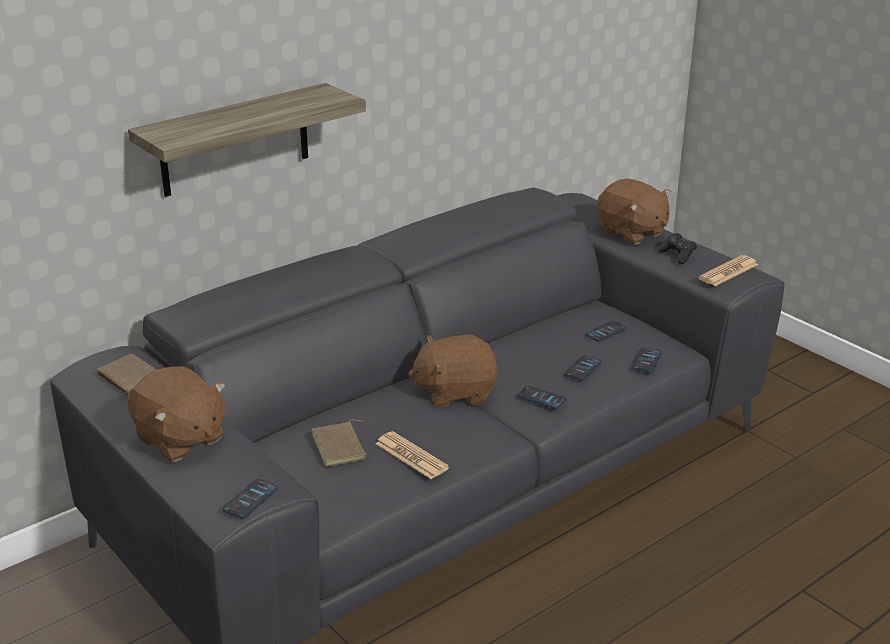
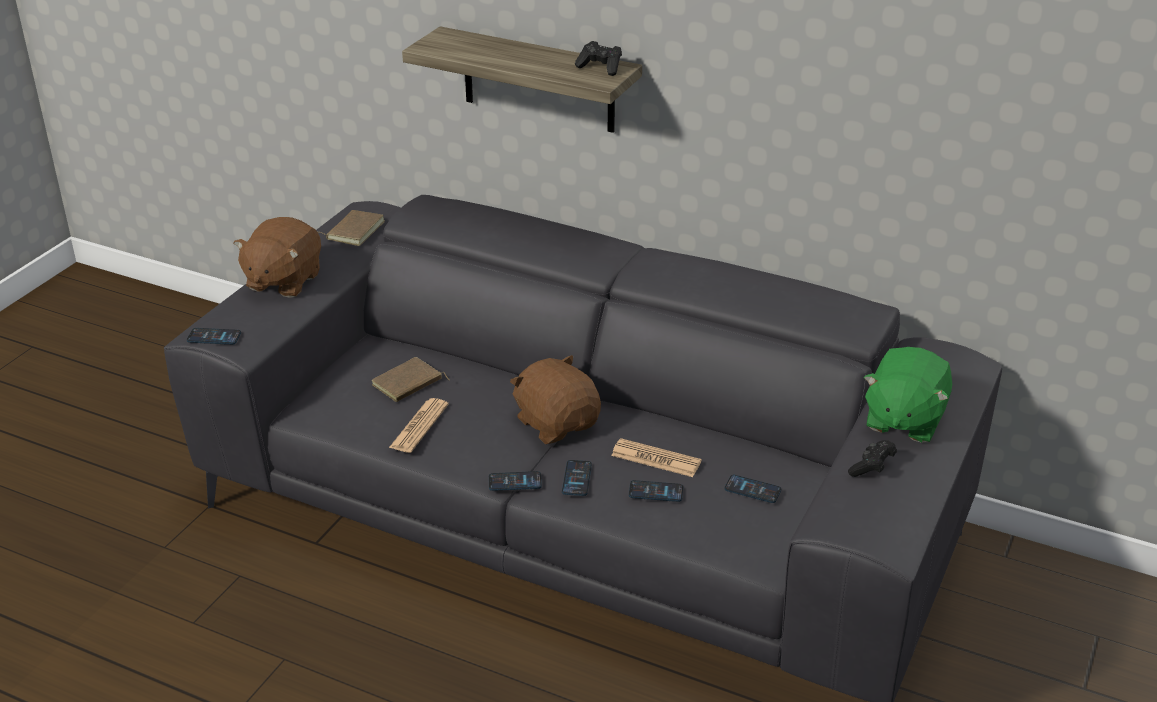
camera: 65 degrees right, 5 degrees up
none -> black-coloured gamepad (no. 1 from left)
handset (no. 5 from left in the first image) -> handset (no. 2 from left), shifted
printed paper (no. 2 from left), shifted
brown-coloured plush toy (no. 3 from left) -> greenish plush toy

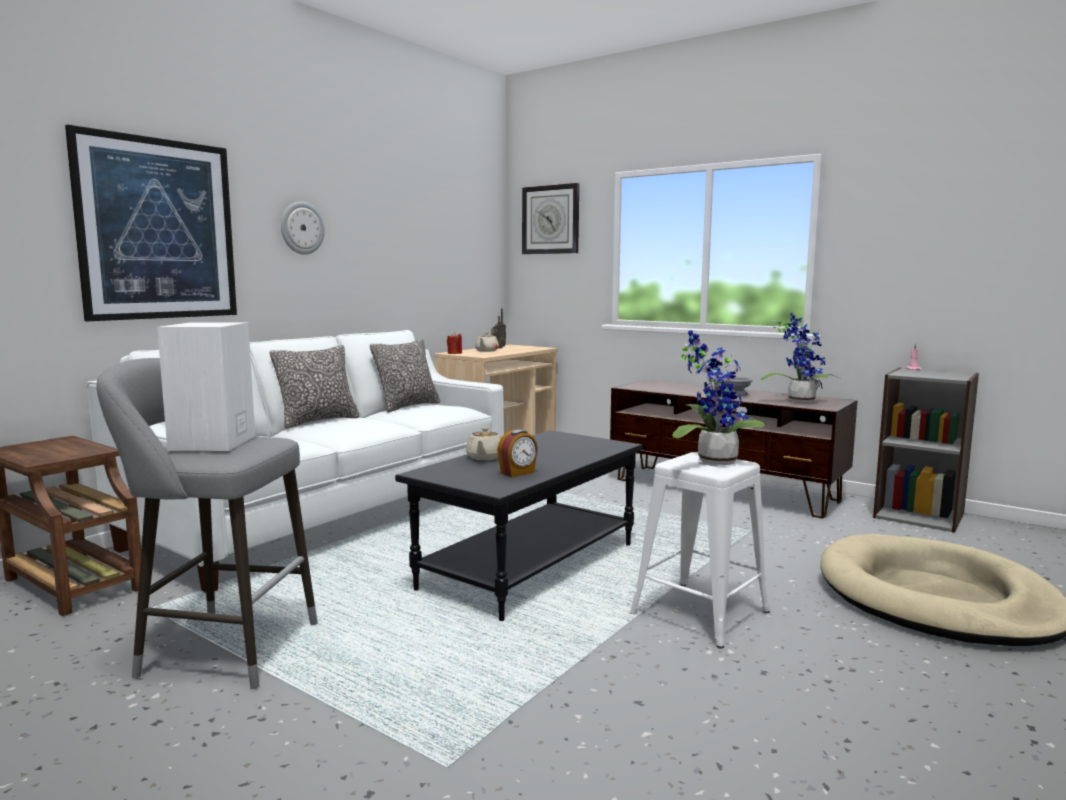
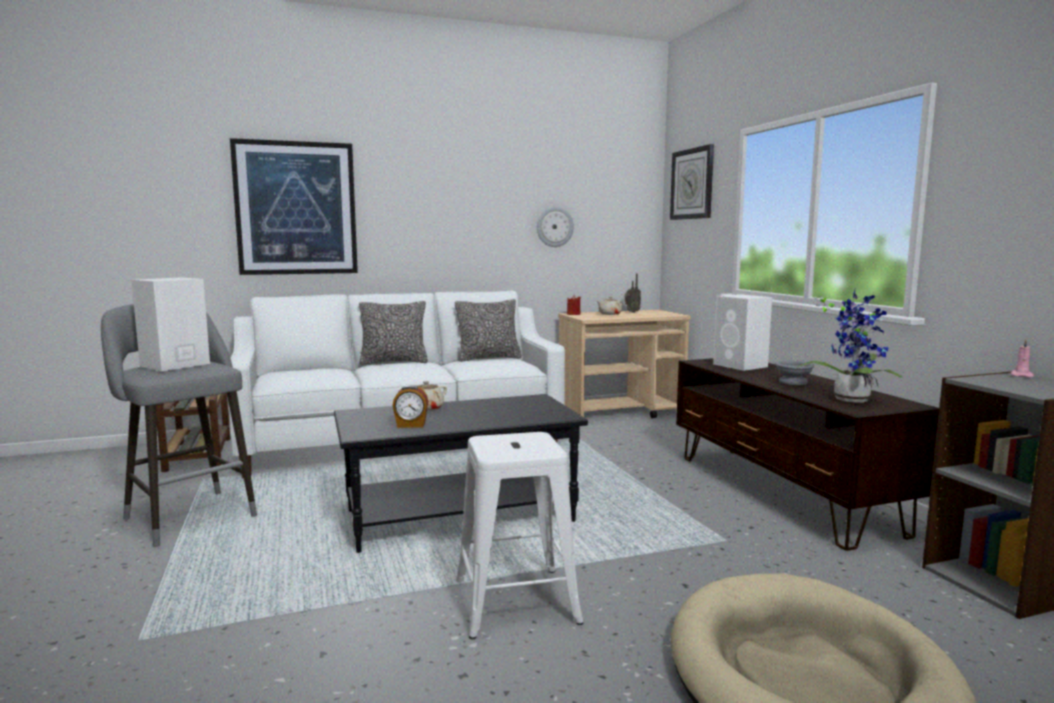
camera: 35 degrees right, 0 degrees up
potted plant (no. 1 from left) -> none
none -> whitish loudspeaker (no. 2 from left)
clock on the wall (no. 1 from left), shifted

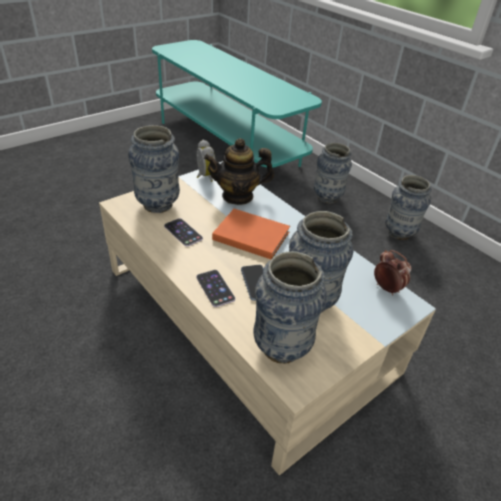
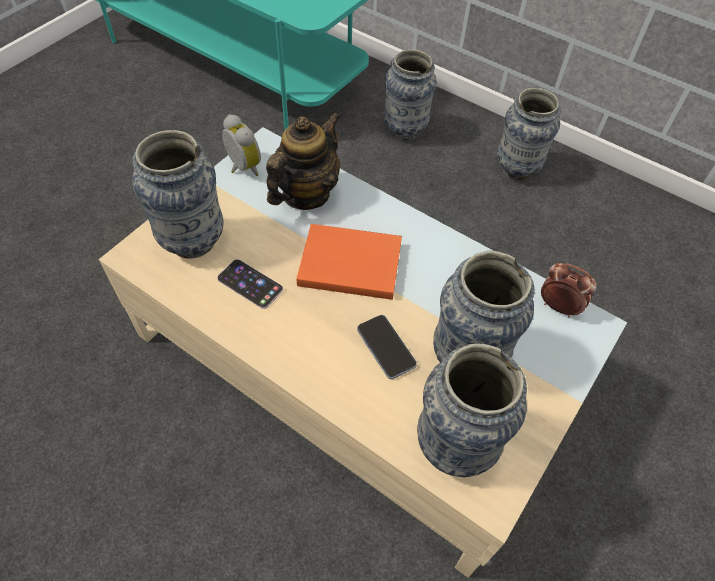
camera: 15 degrees left, 15 degrees up
handset (no. 2 from left) -> none
teapot, 150 degrees clockwise

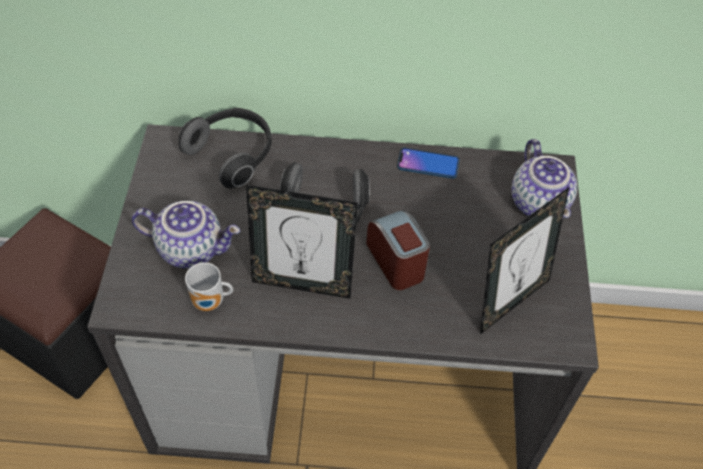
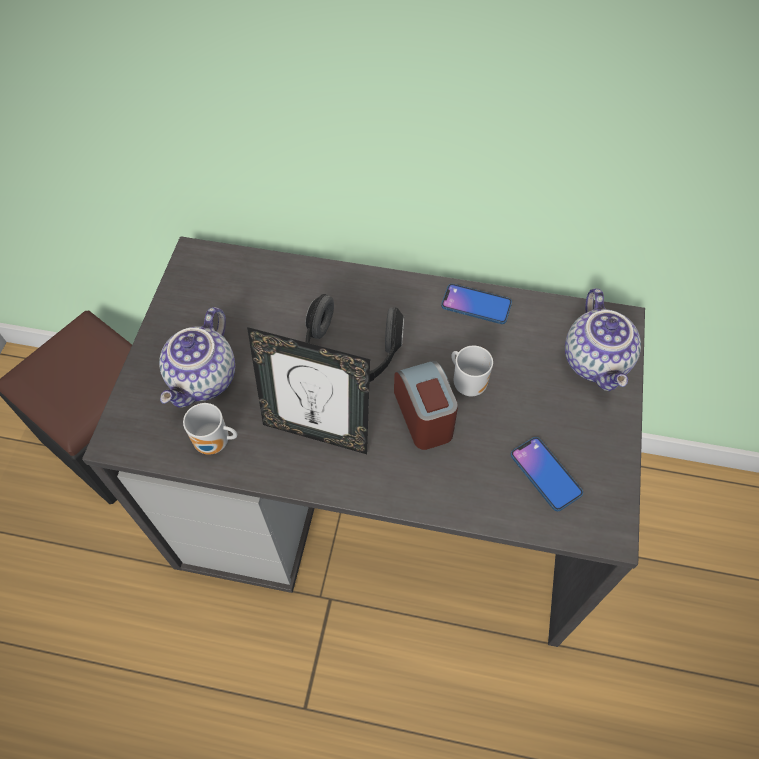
camera: 10 degrees right, 5 degrees up
pair of headphones (no. 1 from left) -> none
none -> coffee mug (no. 2 from left)
photo frame (no. 2 from left) -> handset (no. 2 from left)
teapot (no. 1 from left), 90 degrees clockwise

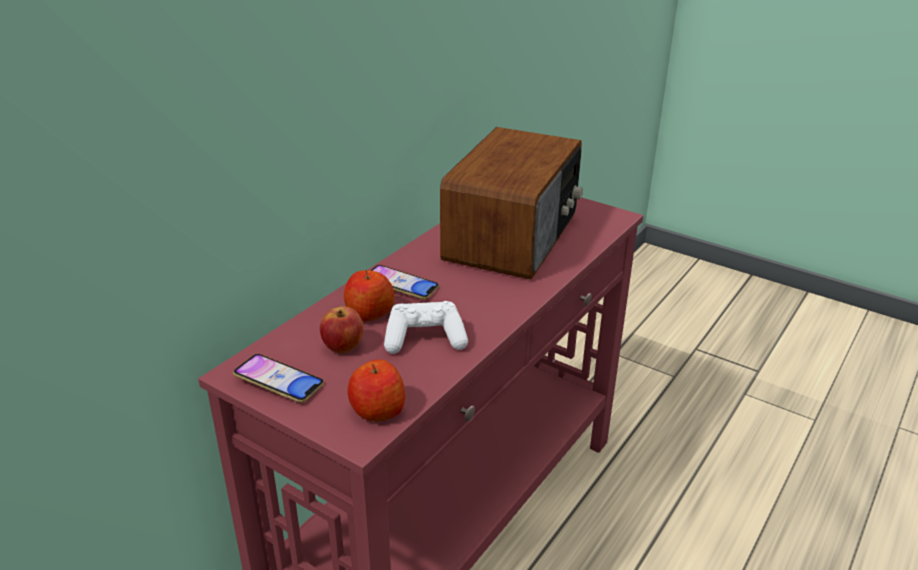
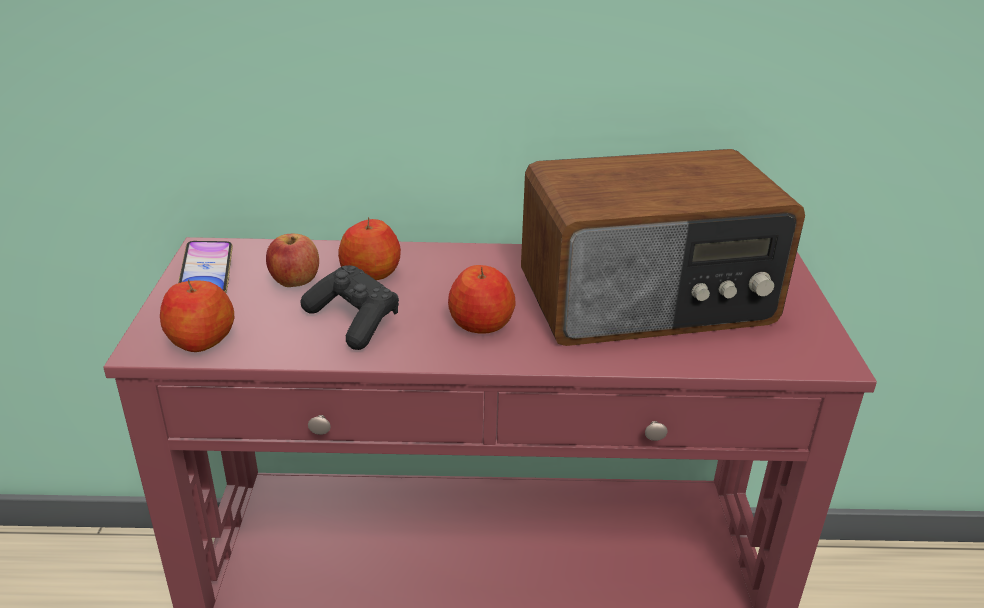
camera: 55 degrees right, 0 degrees up
handset (no. 2 from left) -> none
none -> apple (no. 4 from left)
whitish gamepad -> black-coloured gamepad

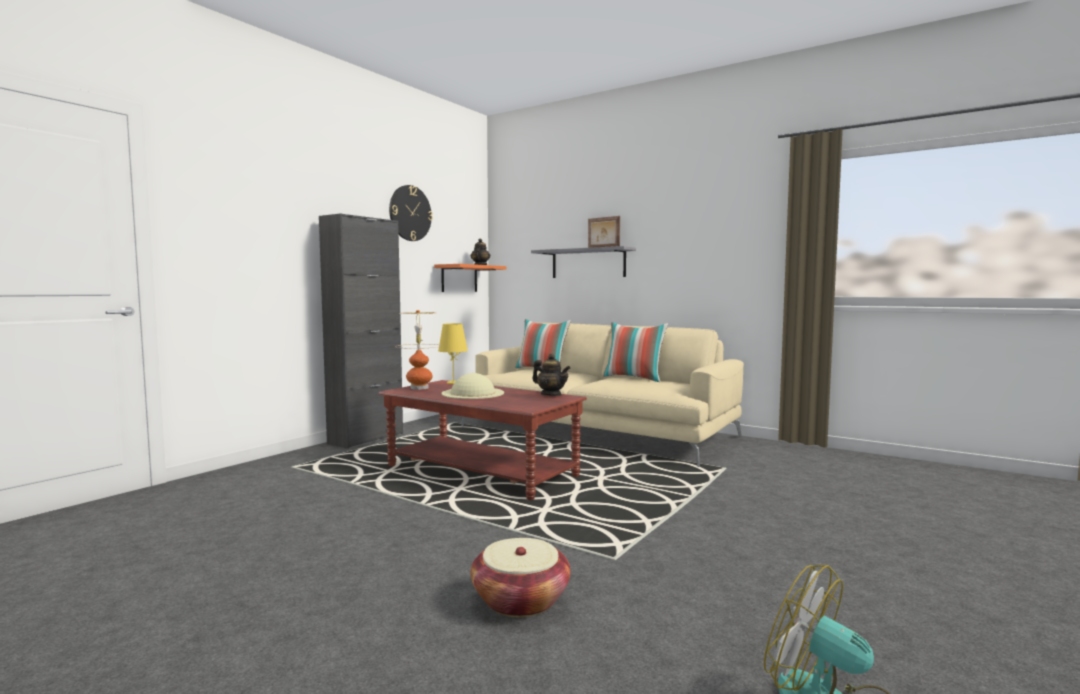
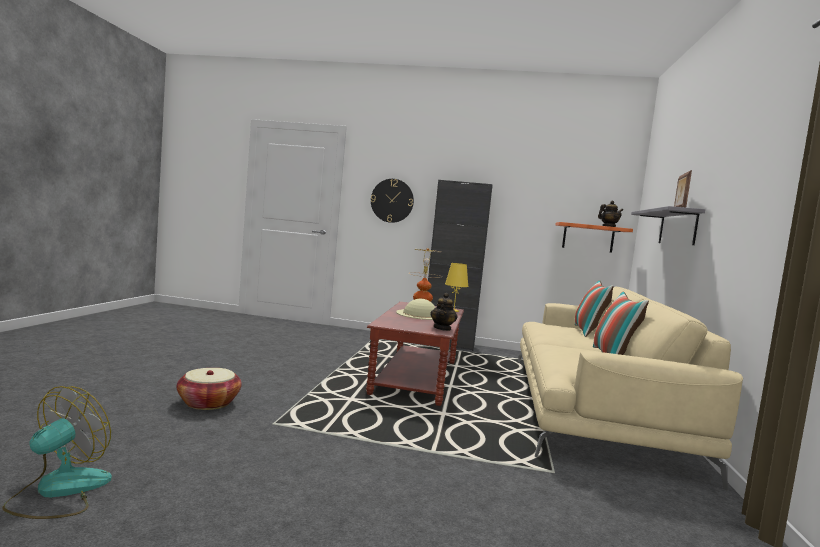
camera: 65 degrees right, 0 degrees up
clock on the wall, shifted

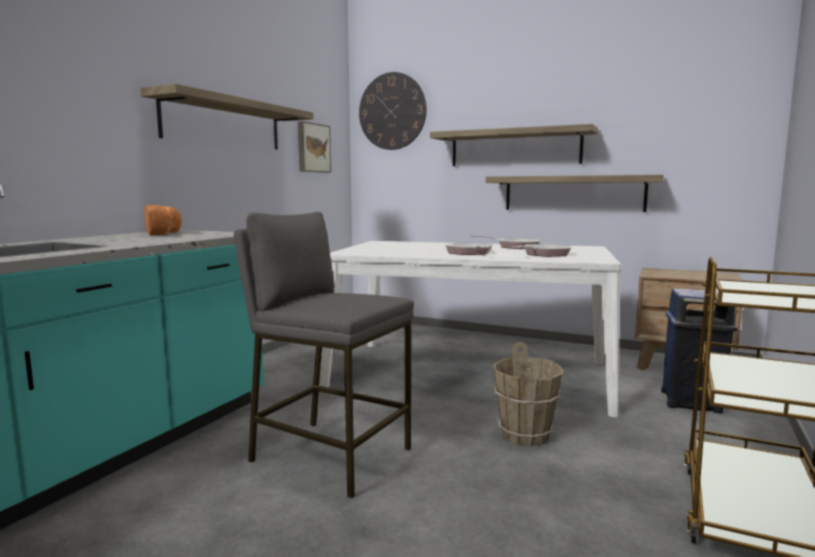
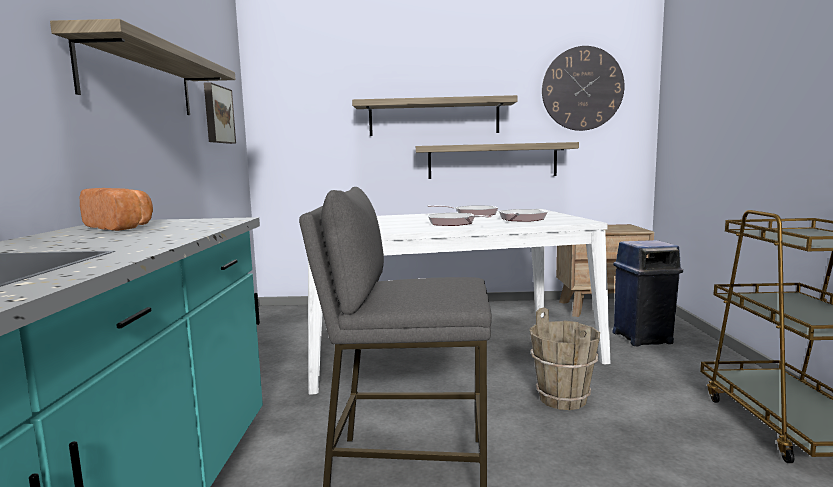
camera: 25 degrees left, 0 degrees up
clock on the wall, shifted

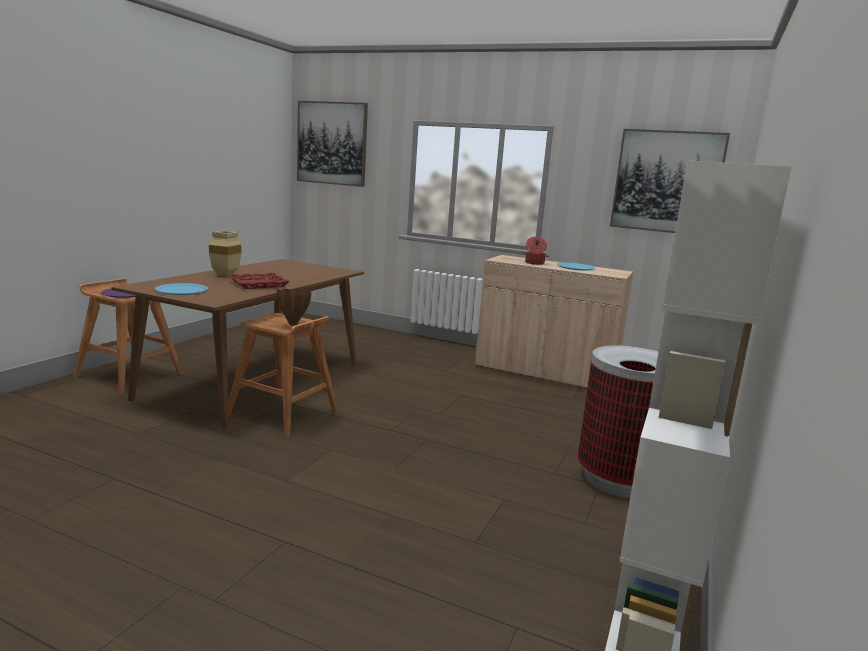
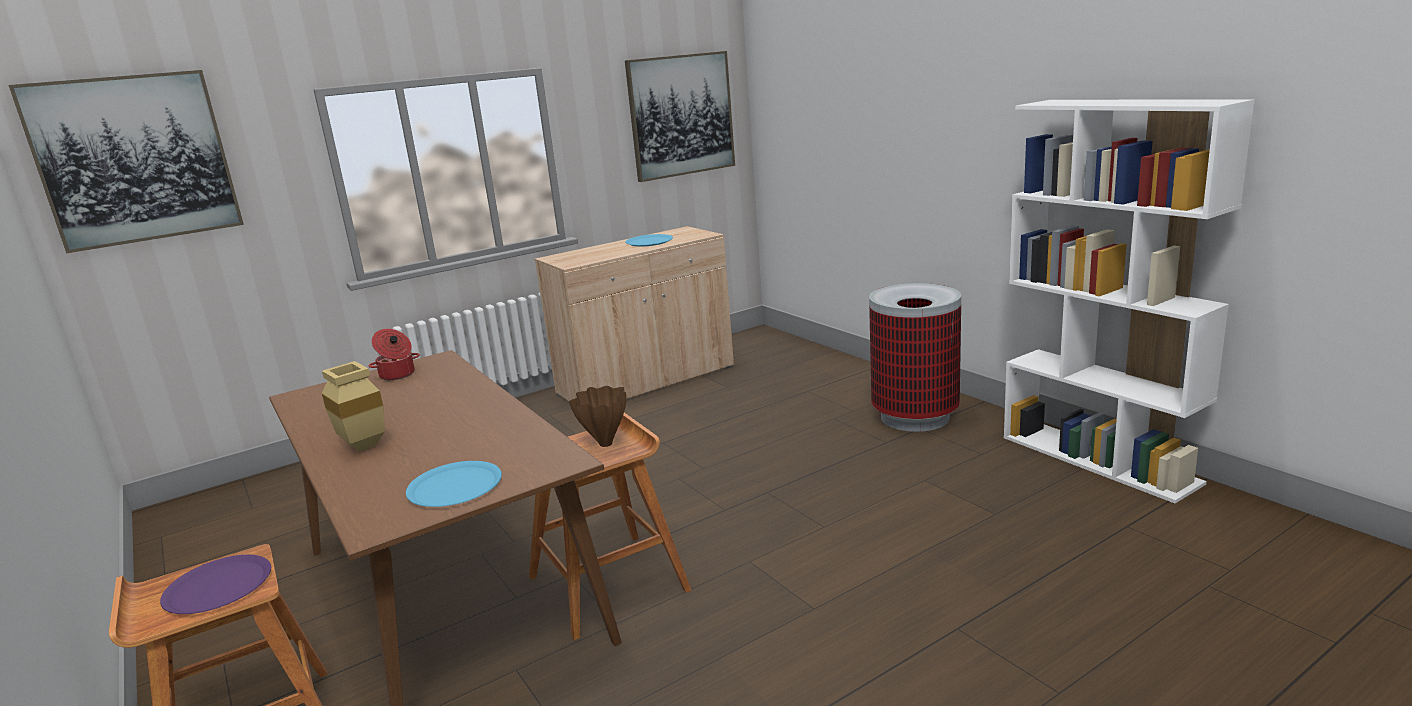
camera: 55 degrees left, 5 degrees up
reddish tray -> none
stockpot, shifted

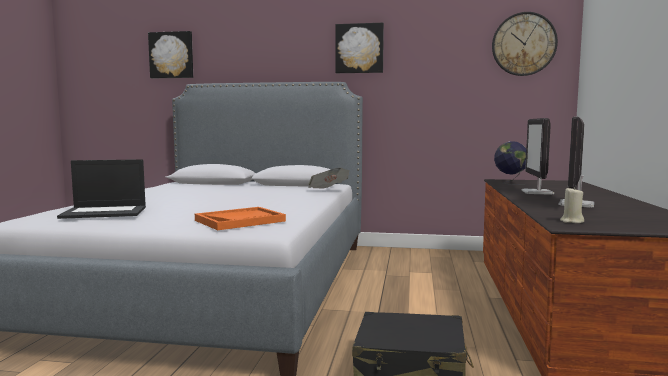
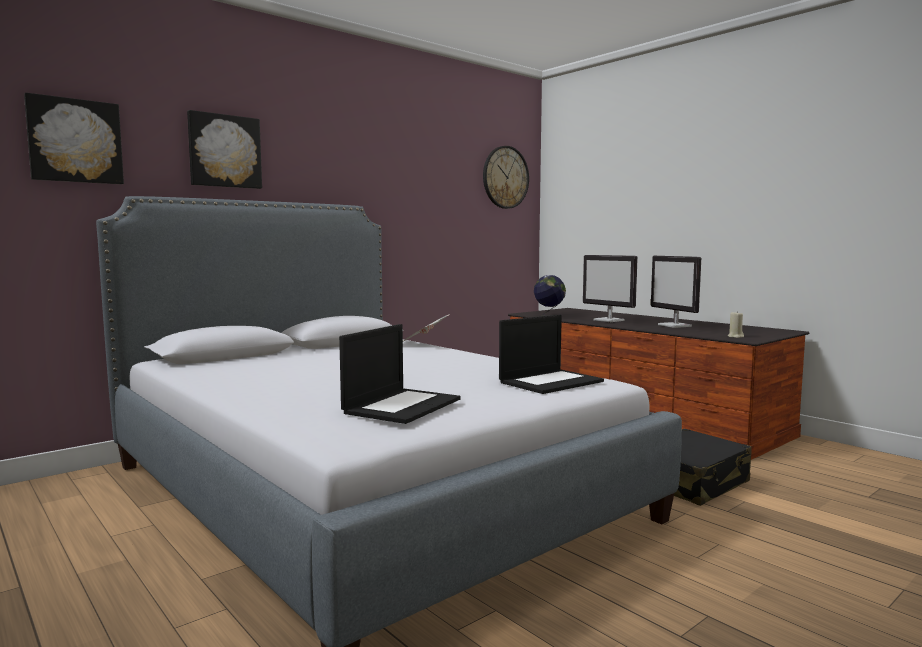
camera: 50 degrees left, 0 degrees up
wall art (no. 2 from left), shifted
orange-coloured tray -> notebook computer (no. 2 from left)

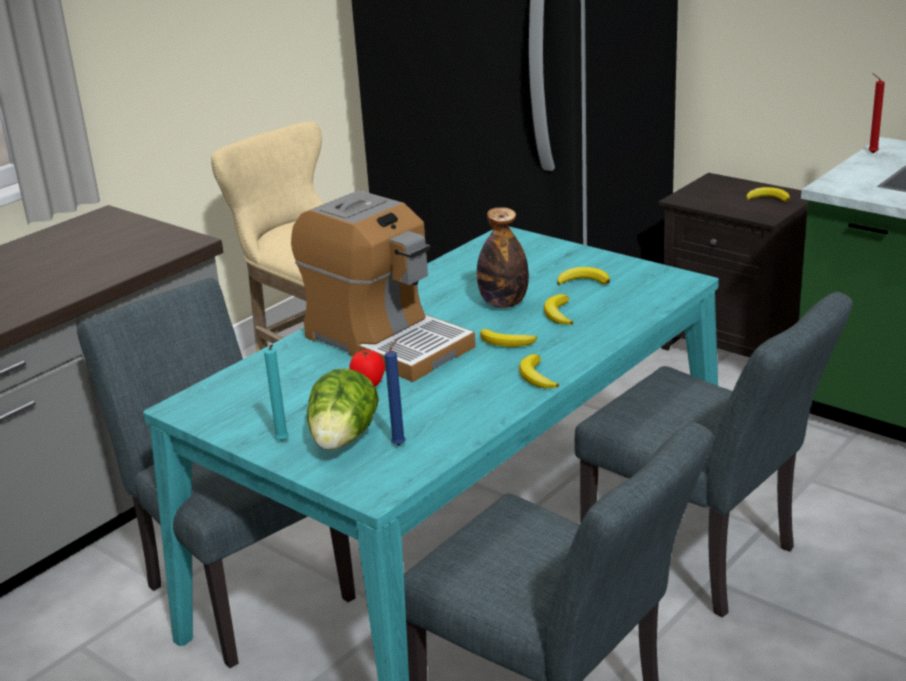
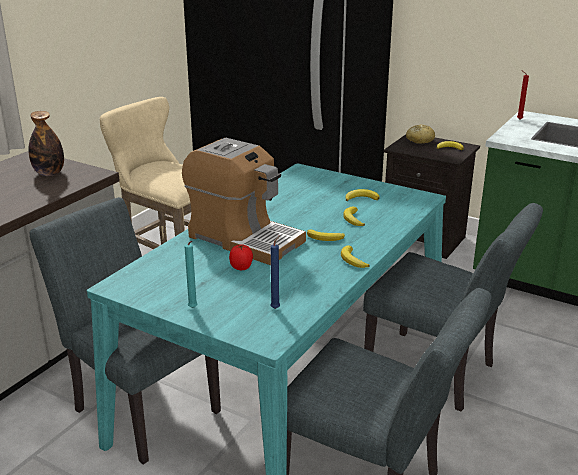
camera: 10 degrees left, 0 degrees up
head of lettuce -> none
none -> baked bread
drink bottle, shifted

